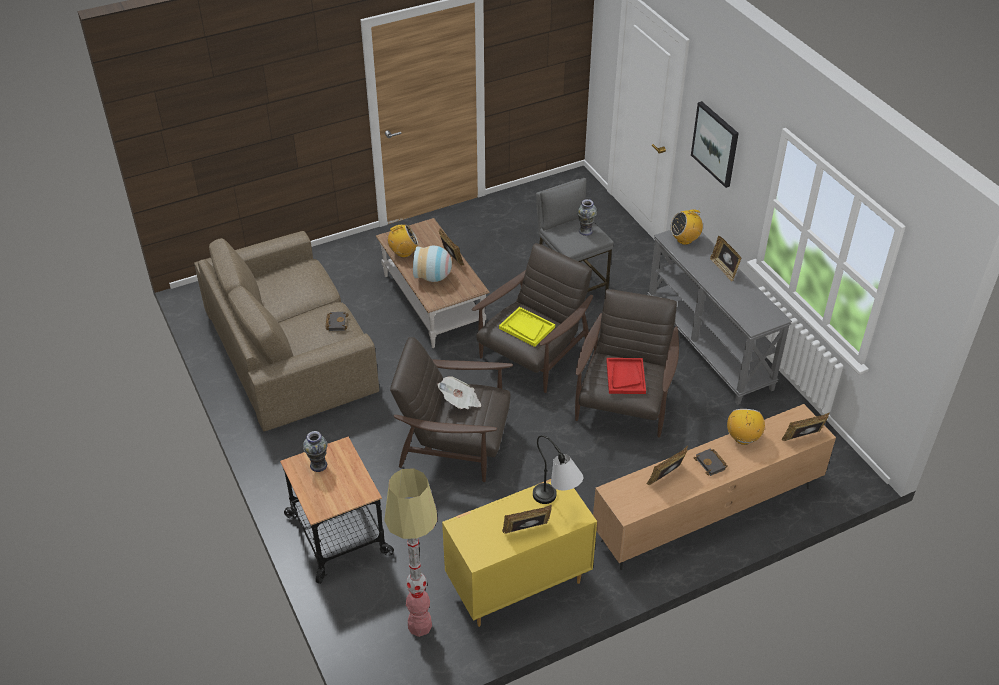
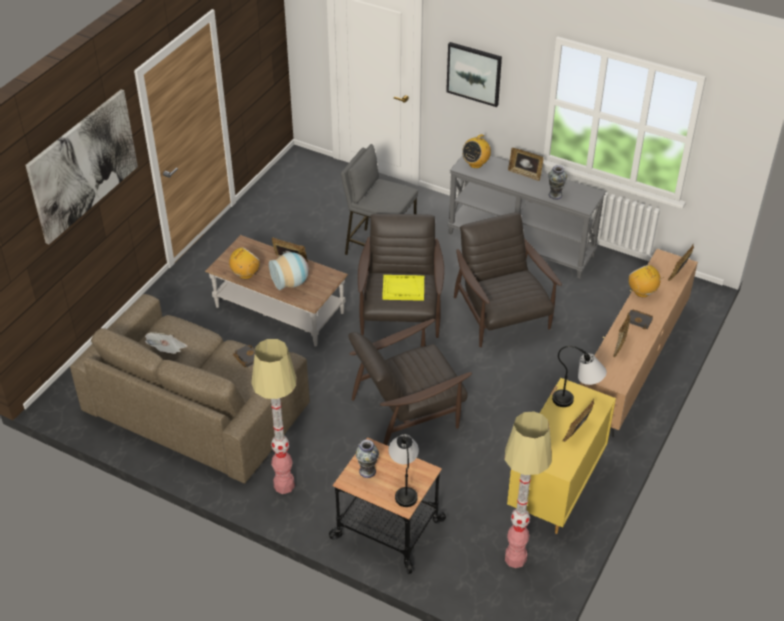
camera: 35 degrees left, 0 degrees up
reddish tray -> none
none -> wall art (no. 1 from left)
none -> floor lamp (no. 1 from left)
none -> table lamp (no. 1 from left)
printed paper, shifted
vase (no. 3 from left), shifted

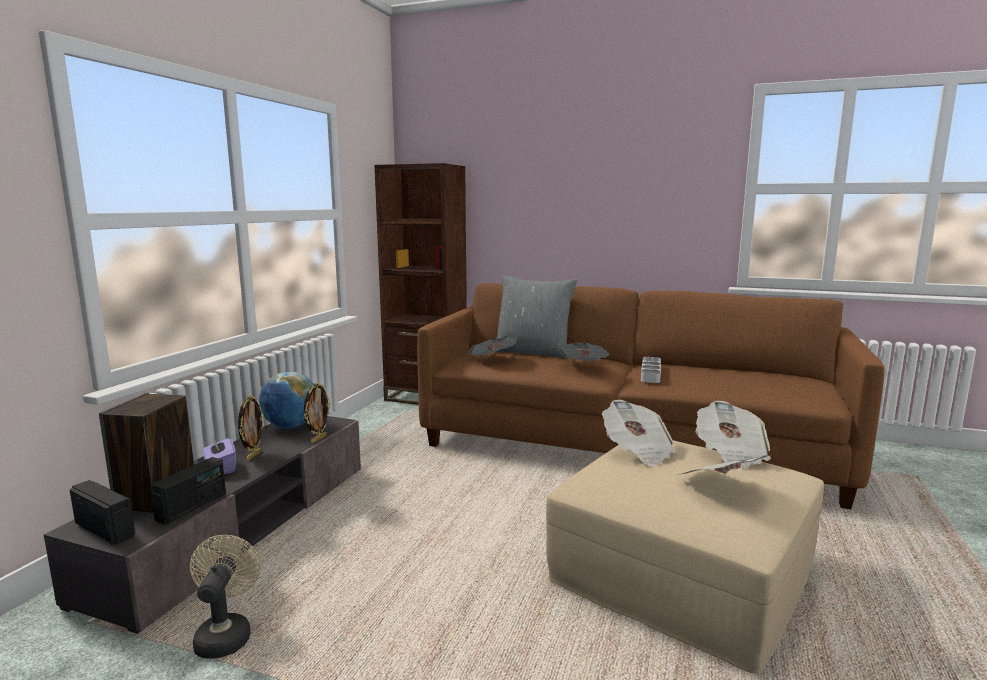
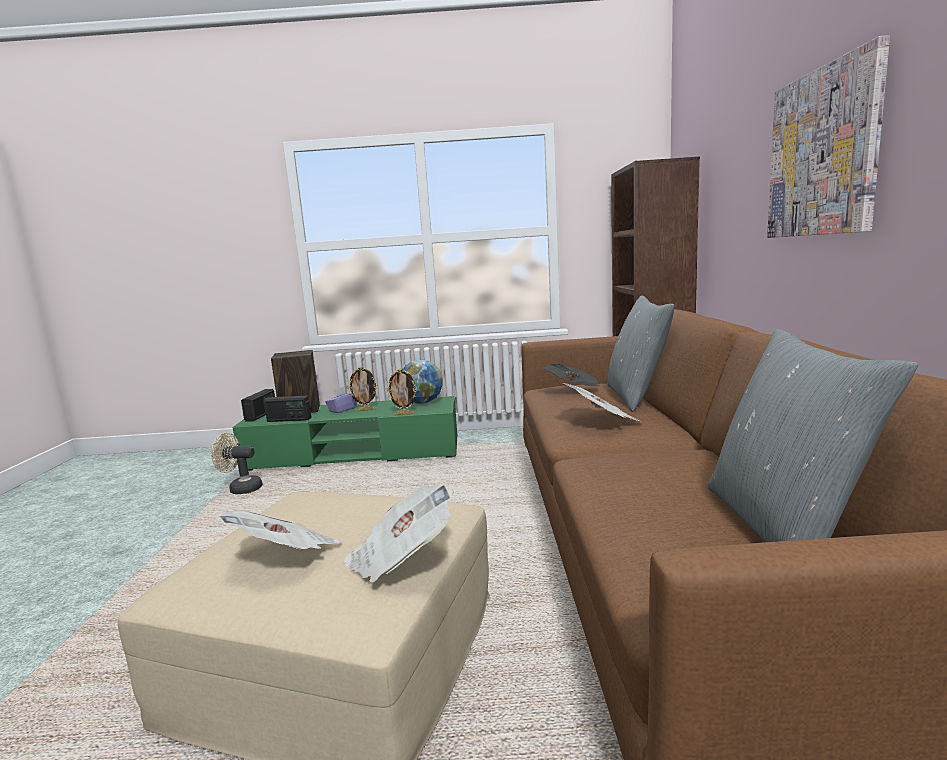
camera: 70 degrees right, 0 degrees up
printed paper (no. 3 from left) -> none
greyish tray -> none
none -> greyish cushion (no. 2 from left)
none -> wall art
greyish tv stand -> greenish tv stand
sand-coloured electric fan, 150 degrees counterclockwise

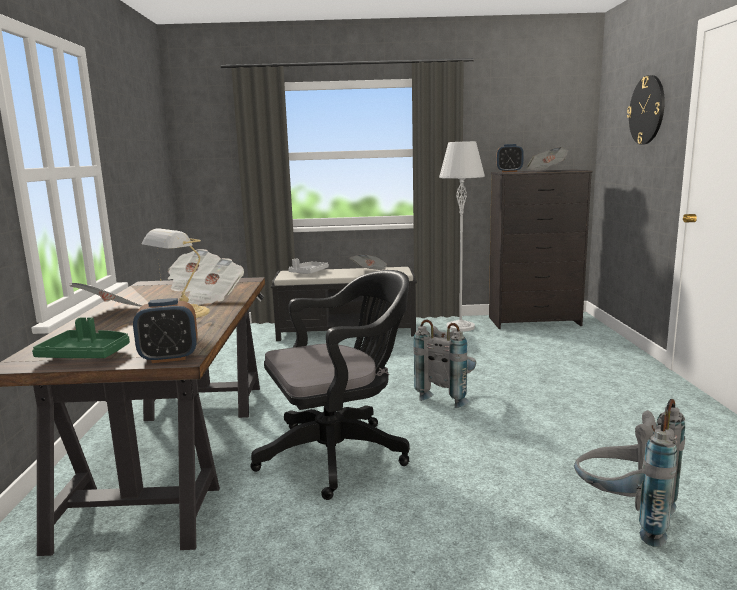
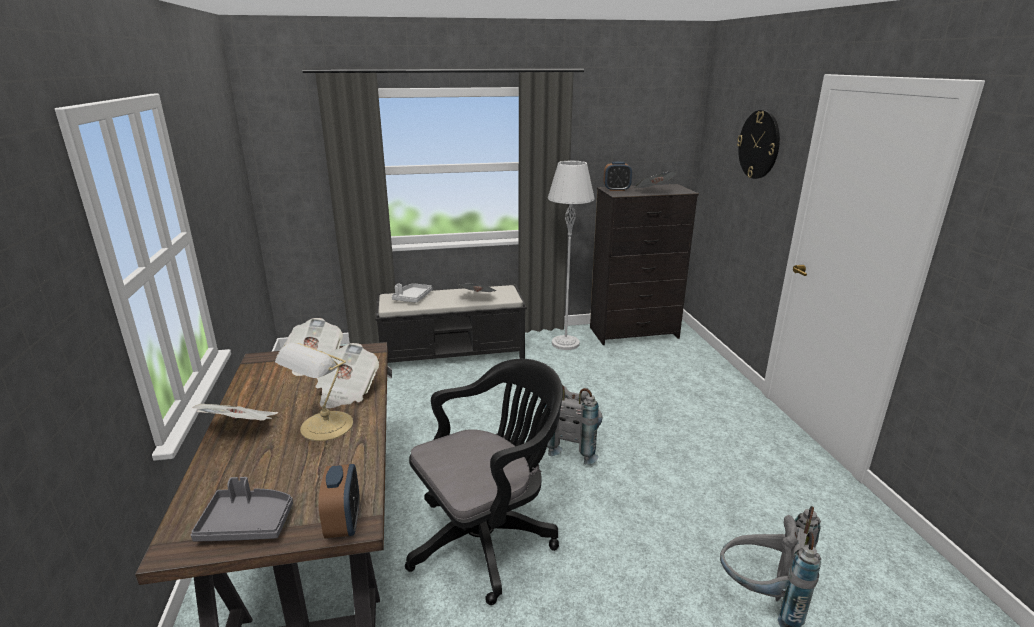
camera: 10 degrees left, 10 degrees up
greenish tray -> greyish tray (no. 1 from left)
bedside clock (no. 1 from left), 75 degrees counterclockwise

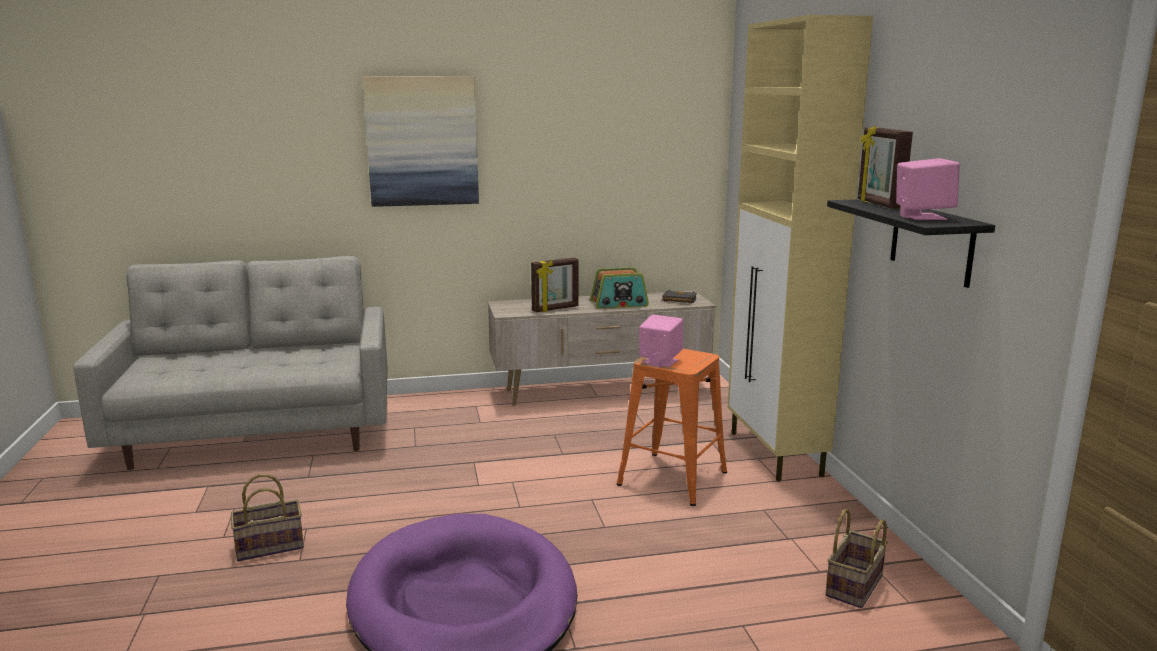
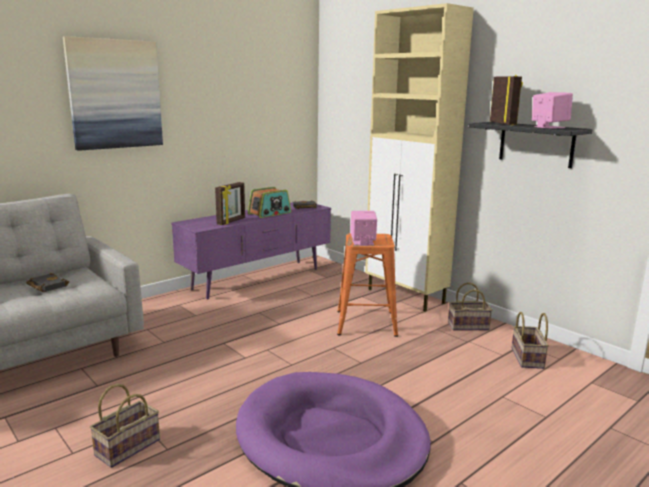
camera: 30 degrees left, 0 degrees up
none -> black-coloured book (no. 1 from left)
none -> basket (no. 2 from left)
sand-coloured tv stand -> purple tv stand
photo frame (no. 2 from left), 150 degrees counterclockwise

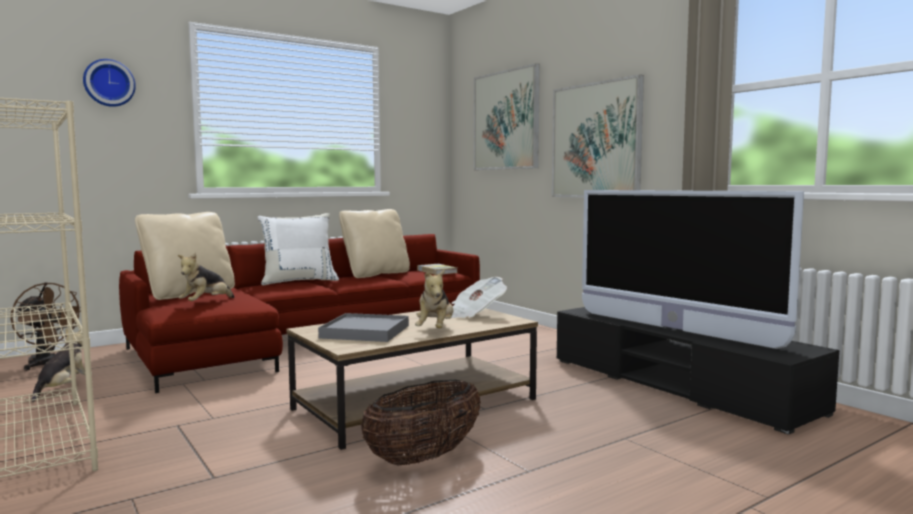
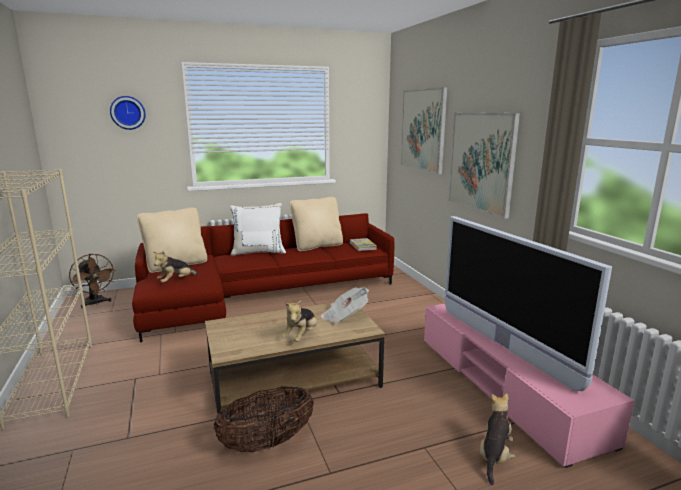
camera: 15 degrees right, 10 degrees up
greyish tray -> none
plush toy (no. 1 from left in the first image) -> plush toy (no. 3 from left), shifted
black-coloured tv stand -> pinkish tv stand

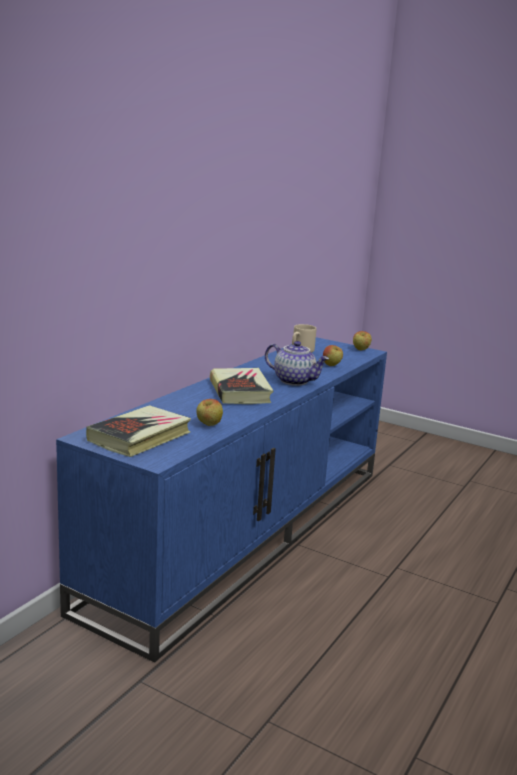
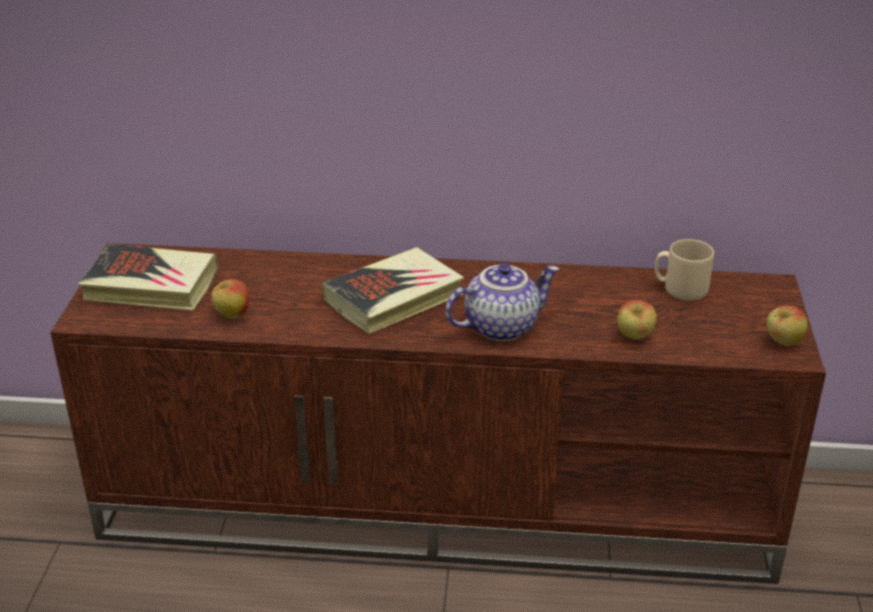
camera: 65 degrees right, 15 degrees up
bluish tv stand -> brown-coloured tv stand
teapot, 120 degrees counterclockwise

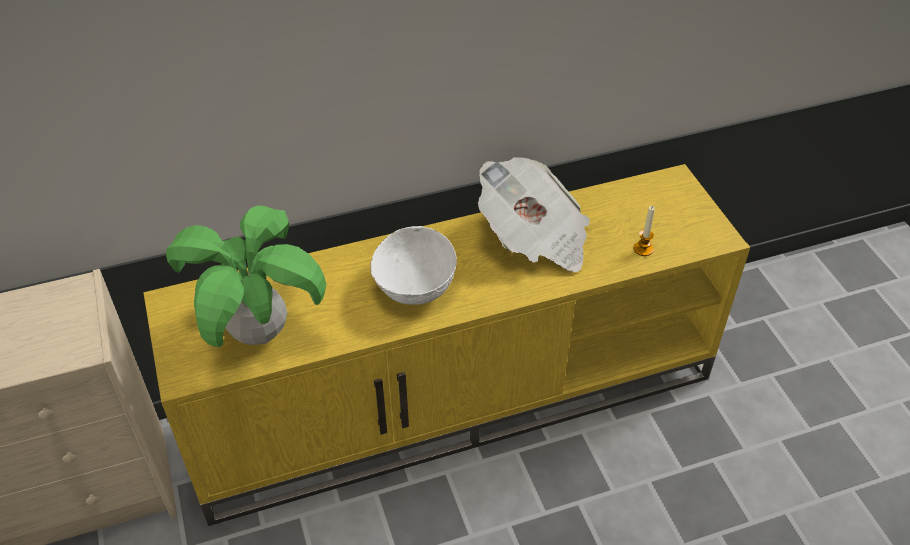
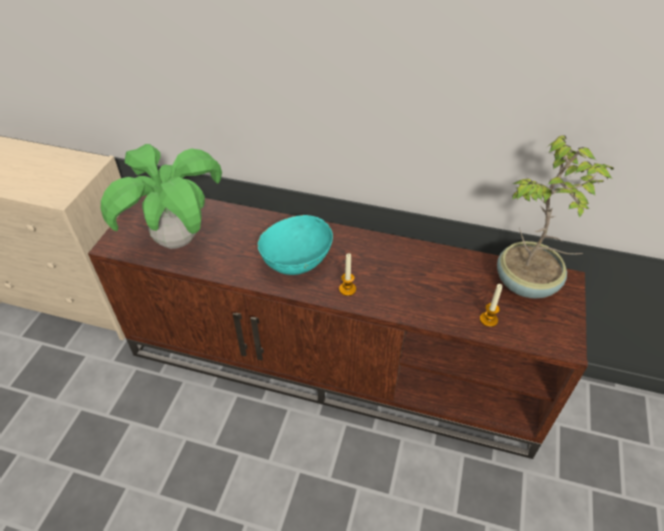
camera: 35 degrees right, 0 degrees up
printed paper -> none
none -> wax light (no. 1 from left)
none -> potted plant (no. 2 from left)
yellowish tv stand -> brown-coloured tv stand
whitish serving bowl -> turquoise serving bowl

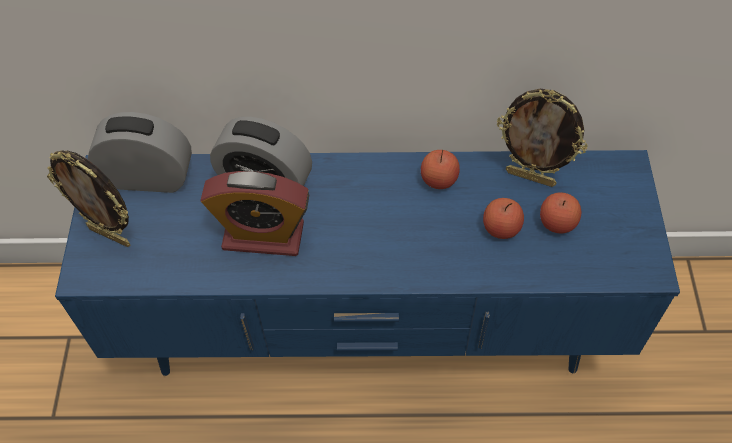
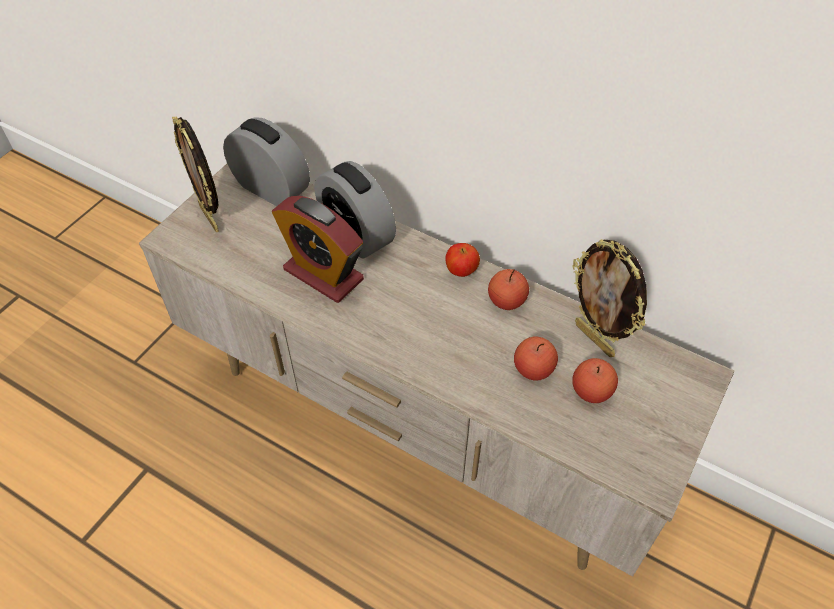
camera: 30 degrees right, 5 degrees down
none -> apple (no. 1 from left)
bluish tv stand -> sand-coloured tv stand

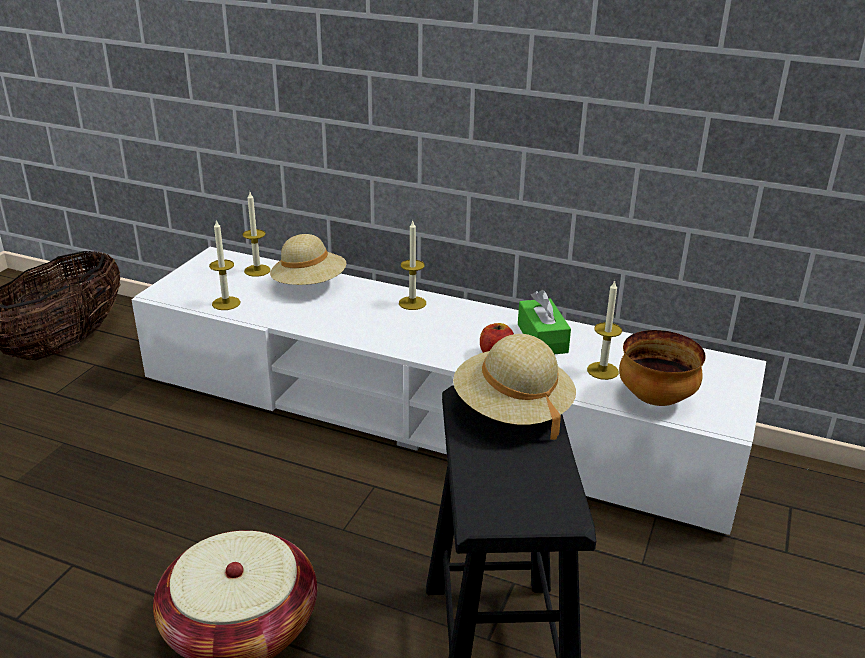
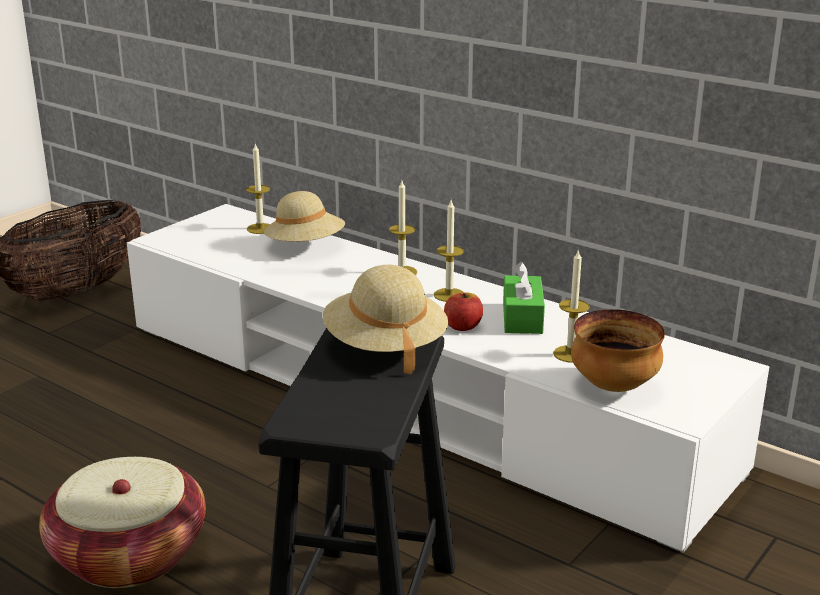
camera: 15 degrees right, 5 degrees down
wax light (no. 1 from left in the first image) -> wax light (no. 3 from left), shifted

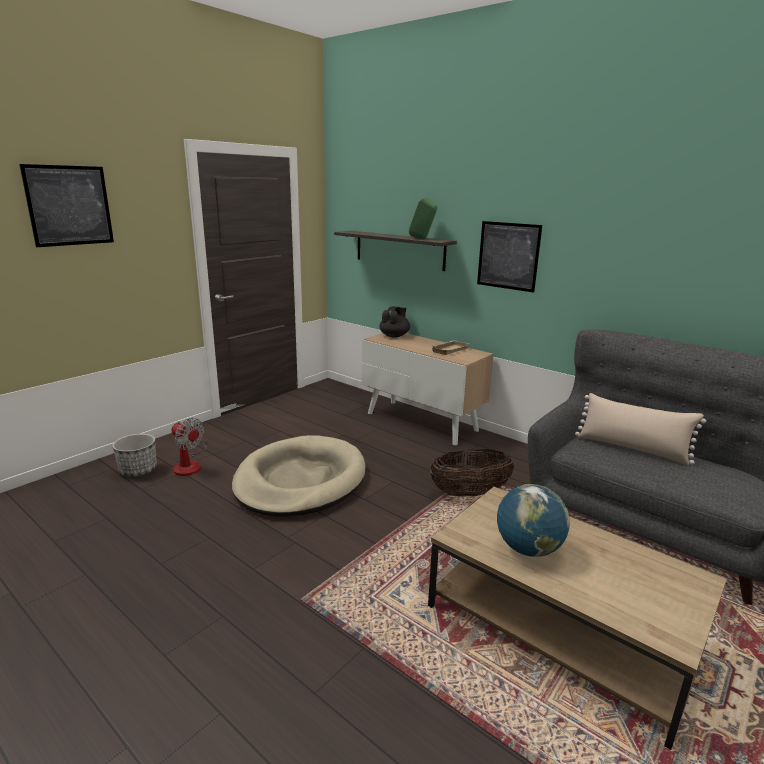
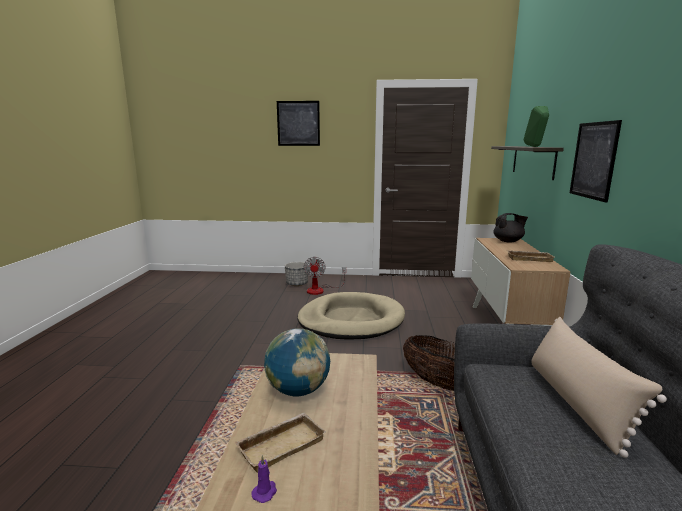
camera: 55 degrees right, 5 degrees down
none -> sand-coloured tray (no. 1 from left)
none -> purple wax light

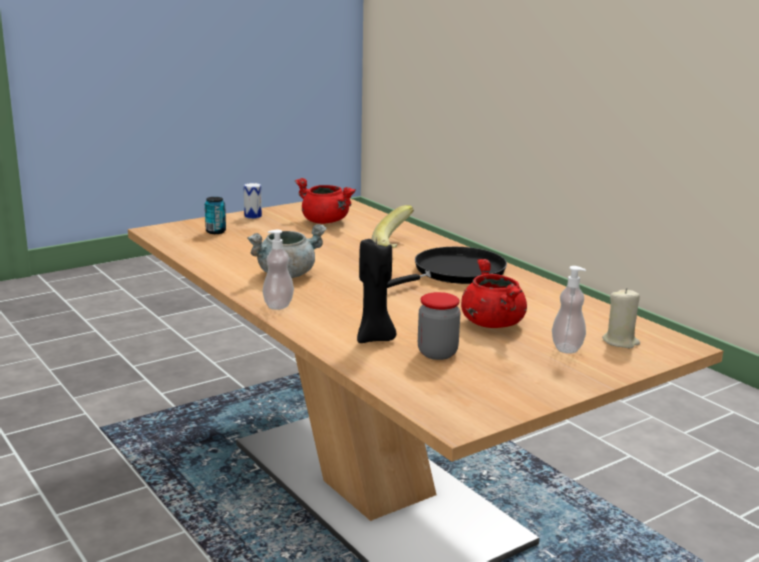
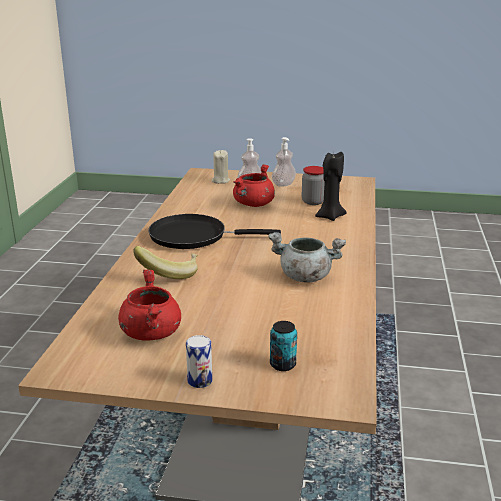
camera: 135 degrees left, 5 degrees up
liquid soap bottle (no. 1 from left in the first image) -> liquid soap bottle (no. 2 from left), shifted

